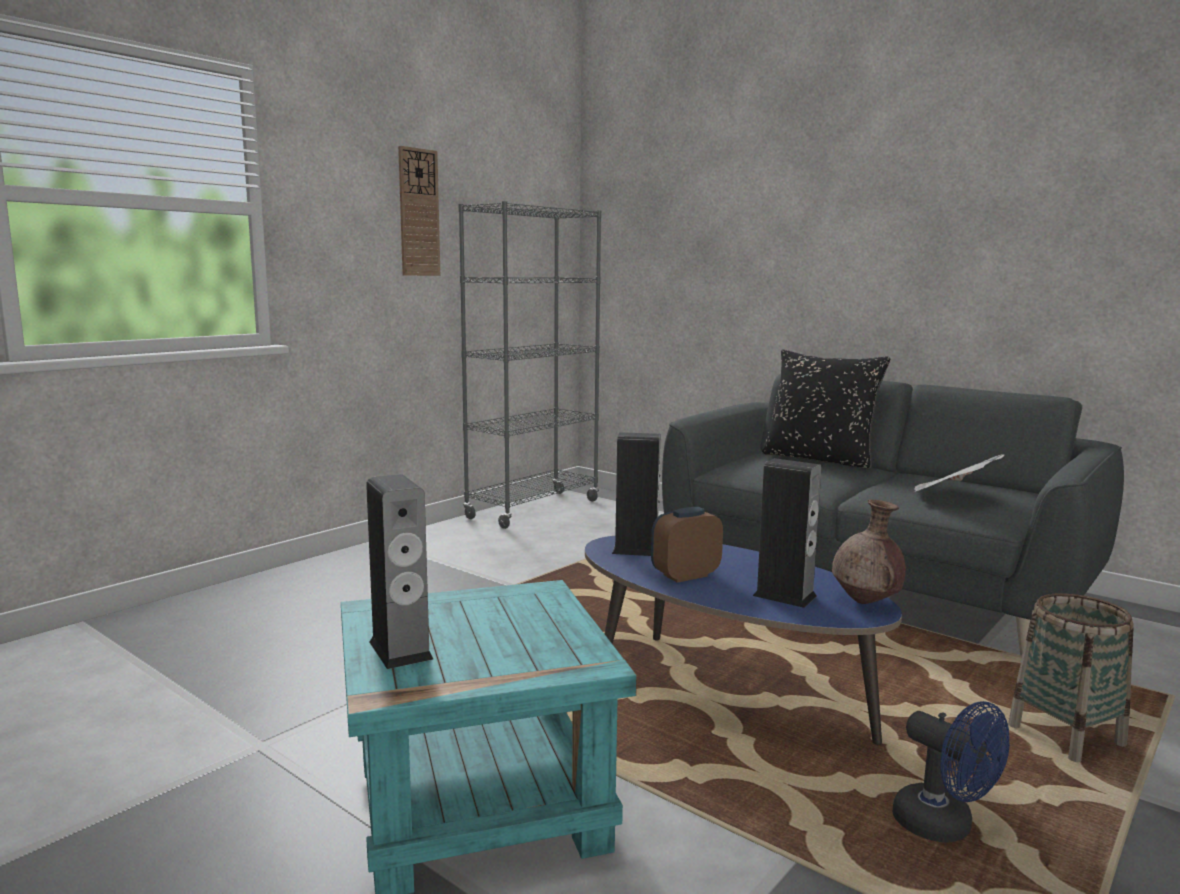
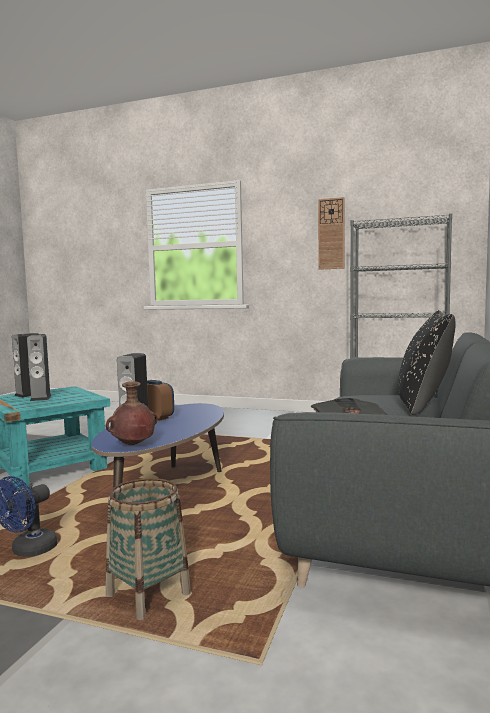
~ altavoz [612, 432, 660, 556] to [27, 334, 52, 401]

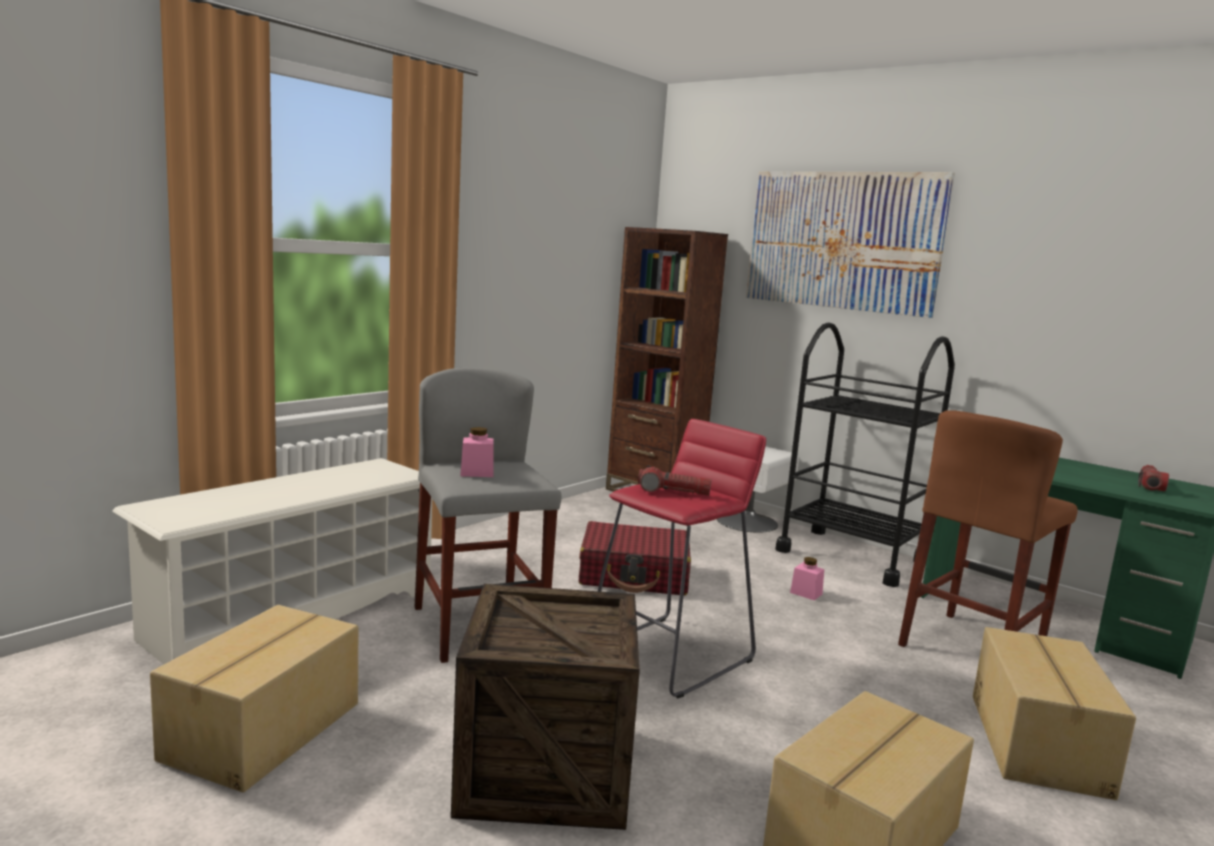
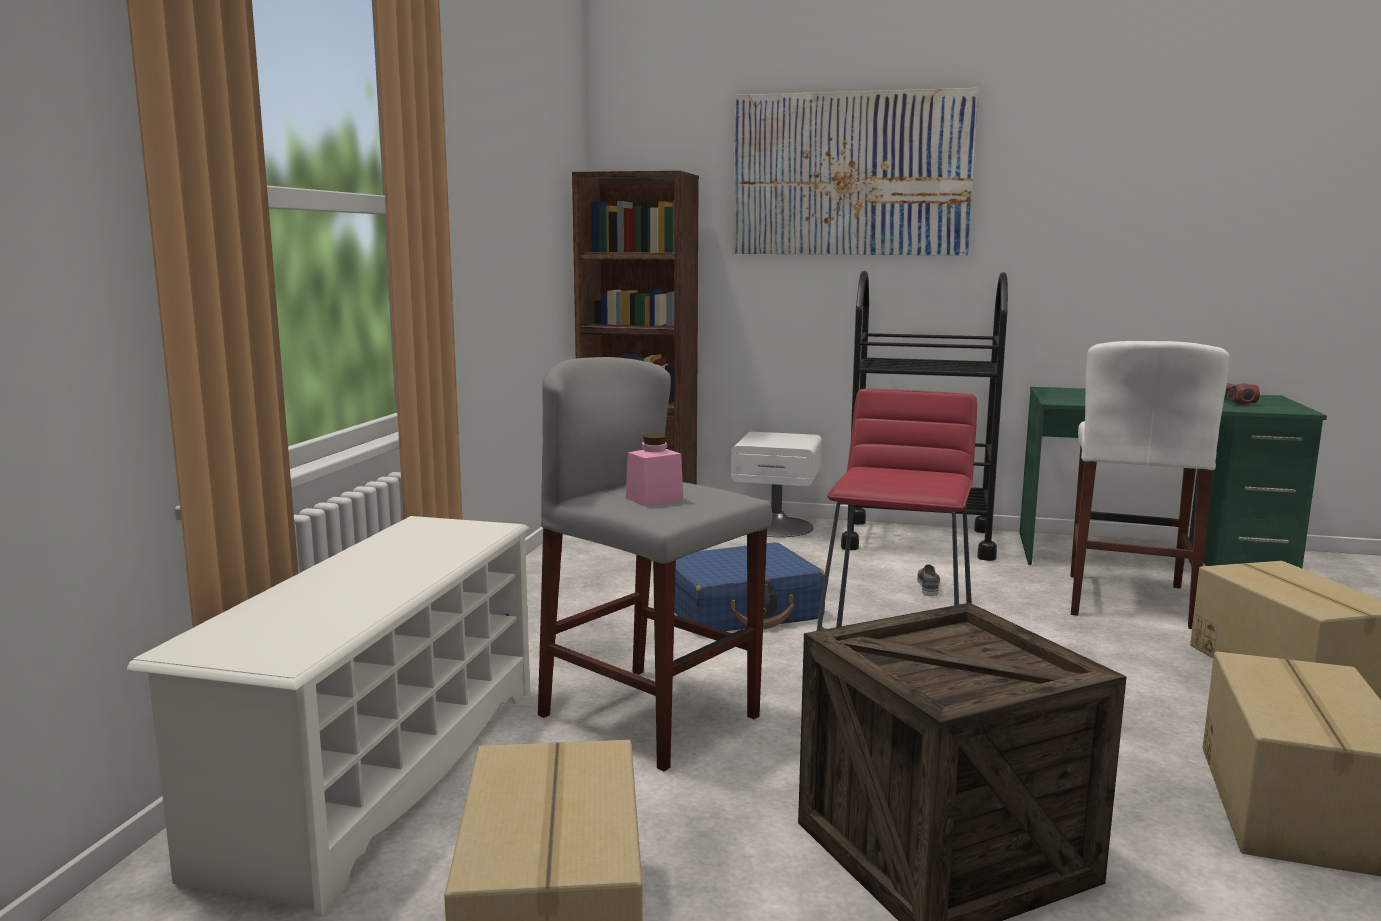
~ taburete (marrón) [898, 410, 1078, 647] to taburete (blanco) [1070, 341, 1230, 629]
- linterna [638, 465, 712, 496]
~ maleta (rojo) [579, 521, 691, 595] to maleta (azul) [674, 542, 825, 631]
~ tarro (rosa) [790, 557, 824, 600] to zapato (gris) [917, 564, 940, 596]

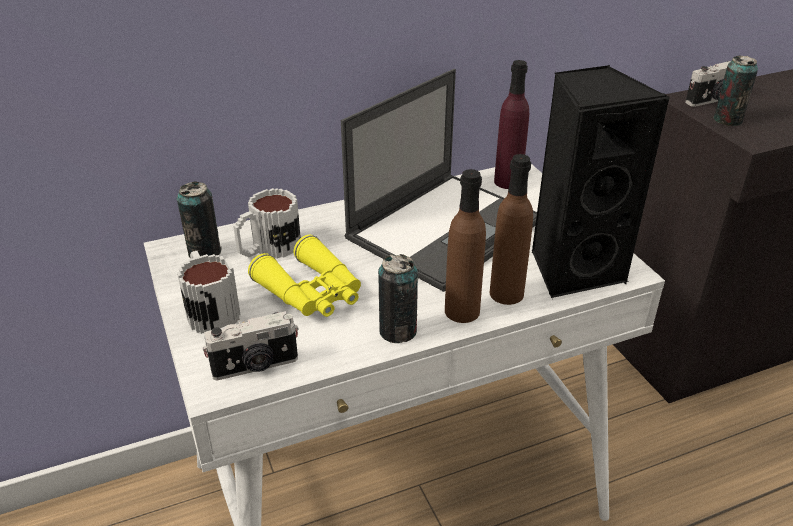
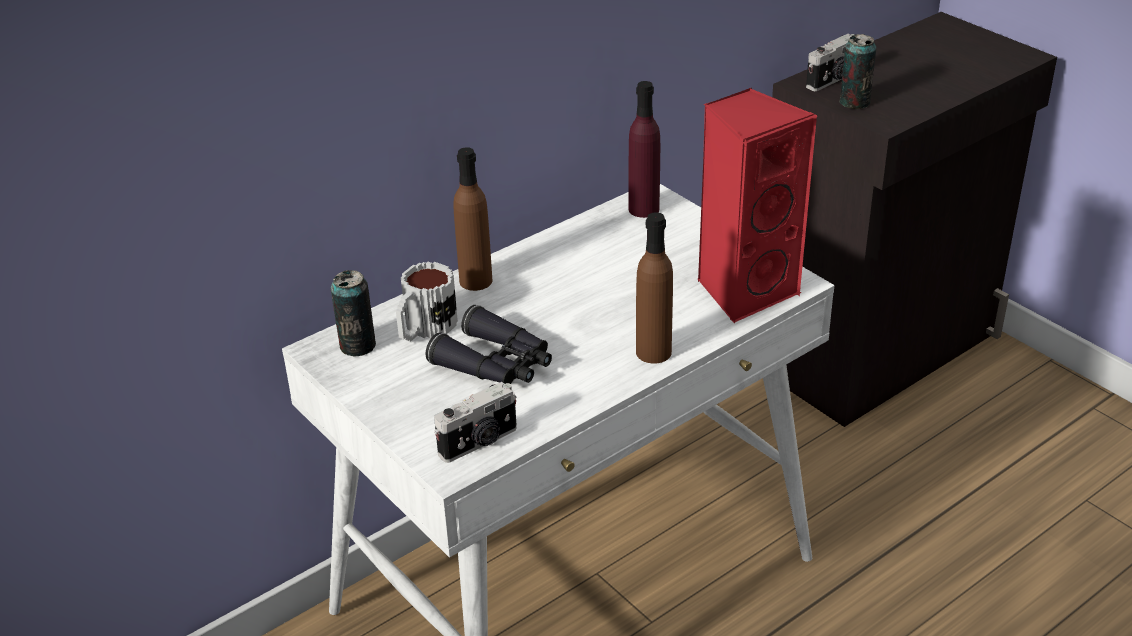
~ altavoz (negro) [532, 65, 670, 298] to altavoz (rojo) [698, 88, 817, 323]
- portátil [341, 69, 537, 292]
~ botella (marrón) [490, 154, 533, 305] to [453, 147, 492, 291]
~ prismáticos (amarillo) [248, 235, 361, 317] to prismáticos (negro) [426, 305, 552, 384]
- taza grande [177, 251, 241, 334]
- lata [378, 254, 418, 343]

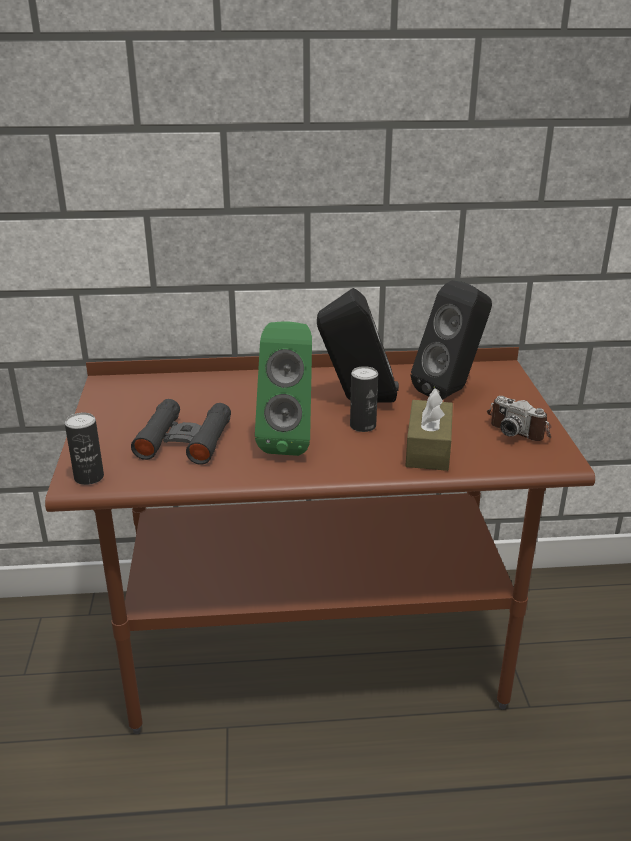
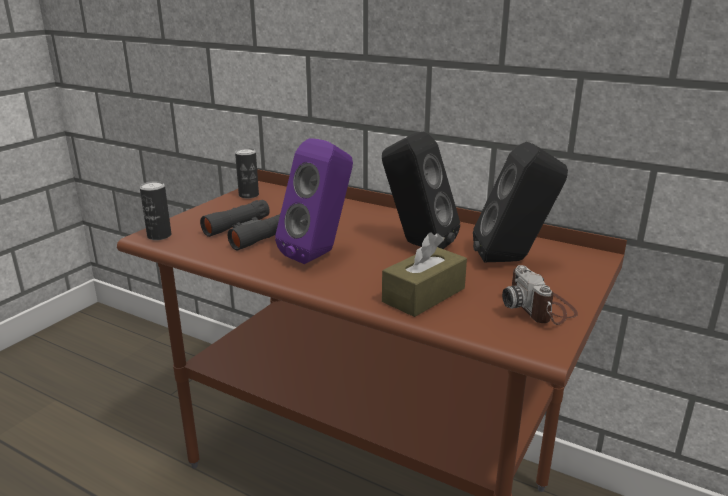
~ altavoz (verde) [255, 322, 312, 456] to altavoz (morado) [275, 138, 353, 264]
~ lata [350, 366, 378, 432] to [235, 148, 259, 198]

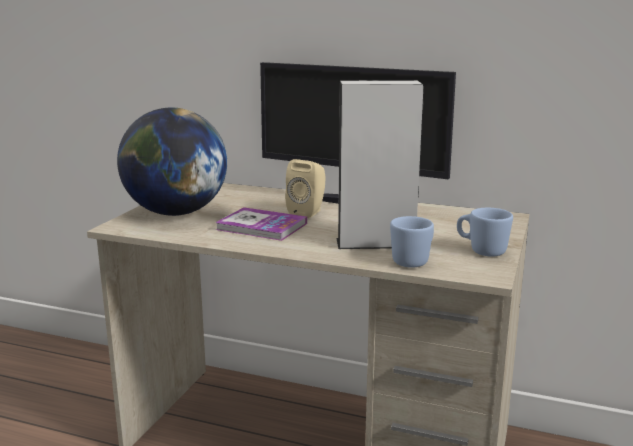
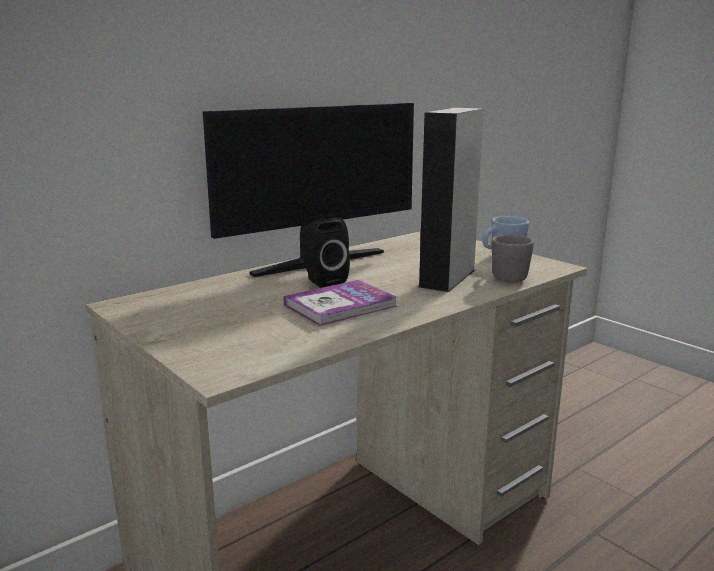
- globo terráqueo [117, 107, 227, 216]
~ altavoz (beis) [285, 159, 325, 218] to altavoz (negro) [302, 218, 350, 288]
~ taza grande (azul) [390, 216, 434, 268] to taza grande (gris) [492, 235, 534, 282]

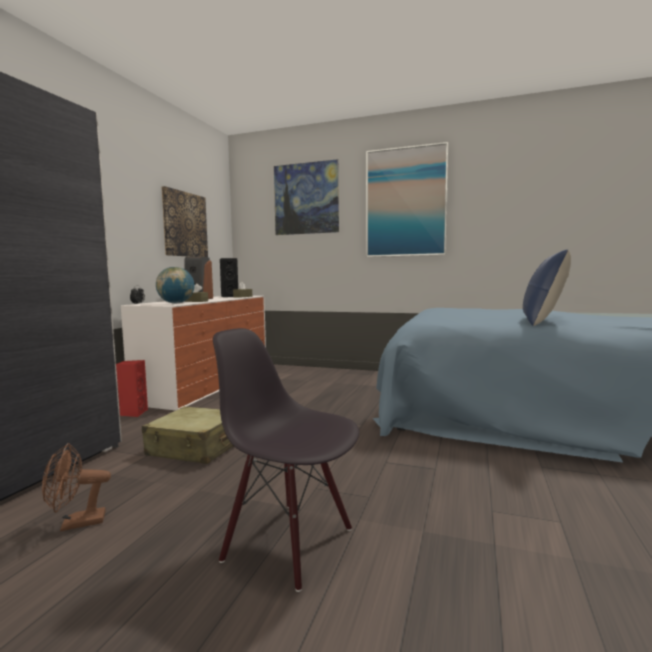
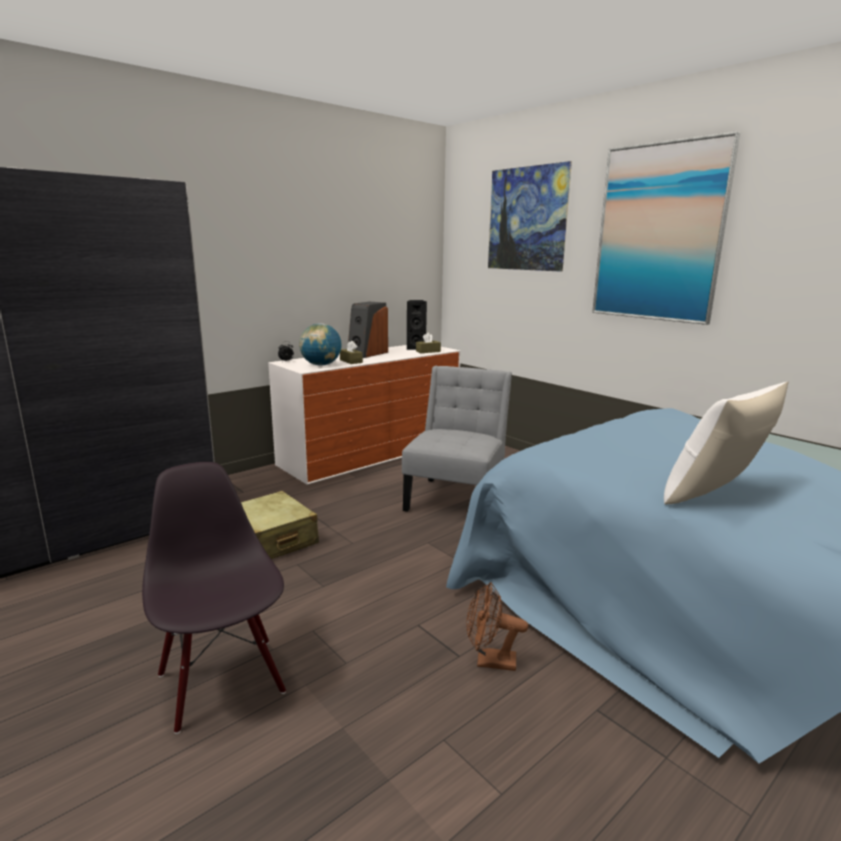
- cuadro [162, 186, 208, 257]
~ cojín (azul) [523, 249, 571, 326] to cojín (blanco) [664, 382, 788, 504]
- altavoz (rojo) [116, 360, 148, 417]
~ ventilador (marrón) [42, 443, 111, 531] to [466, 582, 528, 671]
+ silla (gris) [402, 366, 512, 512]

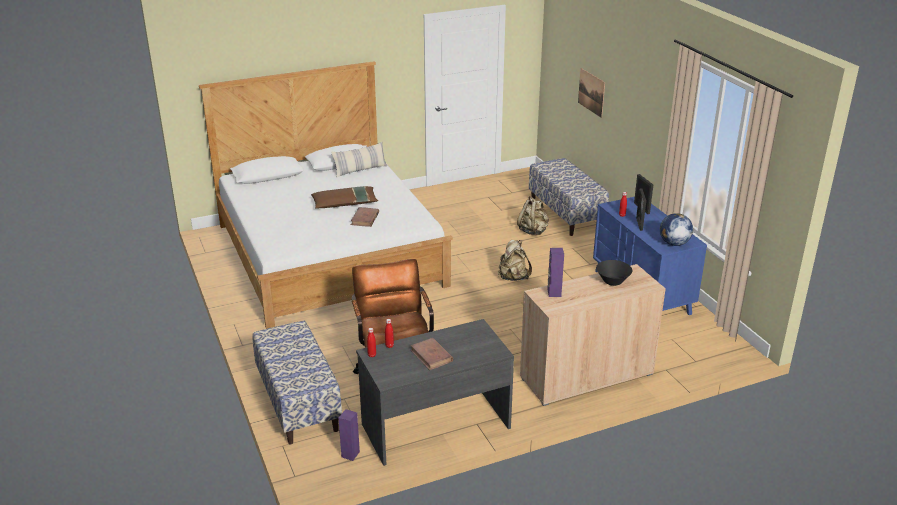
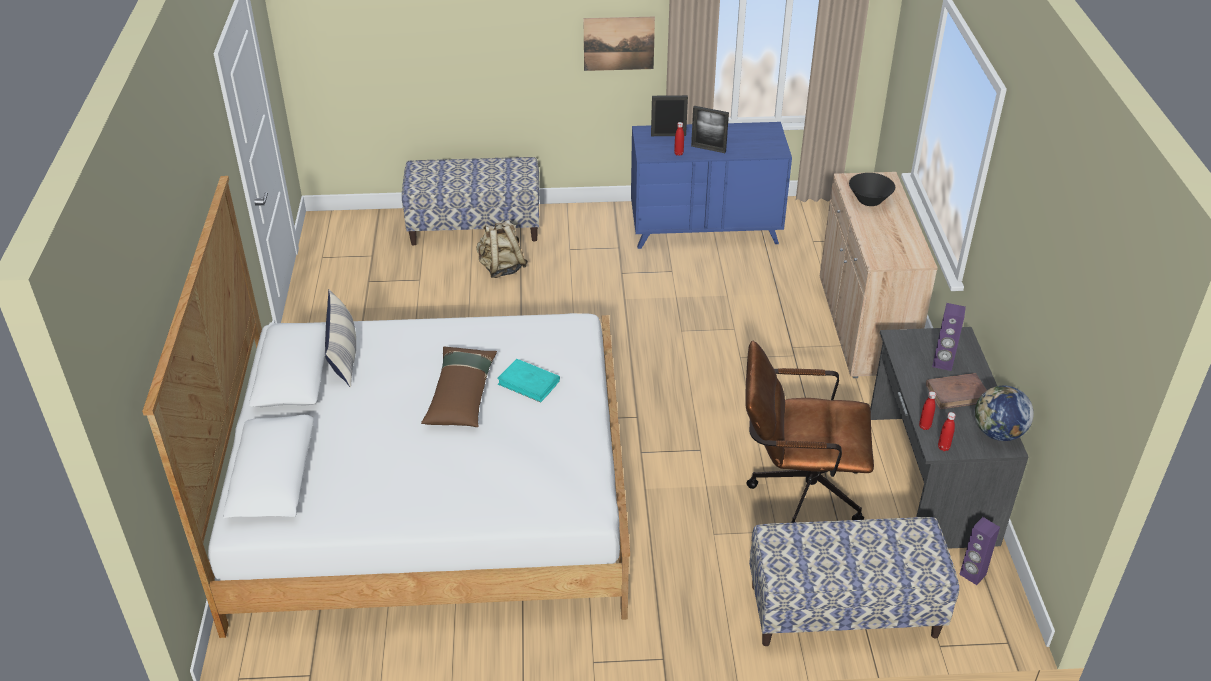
~ cuadro [578, 68, 605, 118] to [583, 17, 655, 71]
~ libro (marrón) [351, 207, 379, 227] to libro (turquesa) [497, 359, 560, 402]
~ globo terráqueo [660, 213, 693, 246] to [975, 385, 1034, 441]
- mochila (beis) [498, 240, 532, 281]
~ altavoz (morado) [547, 248, 564, 297] to [932, 303, 966, 371]

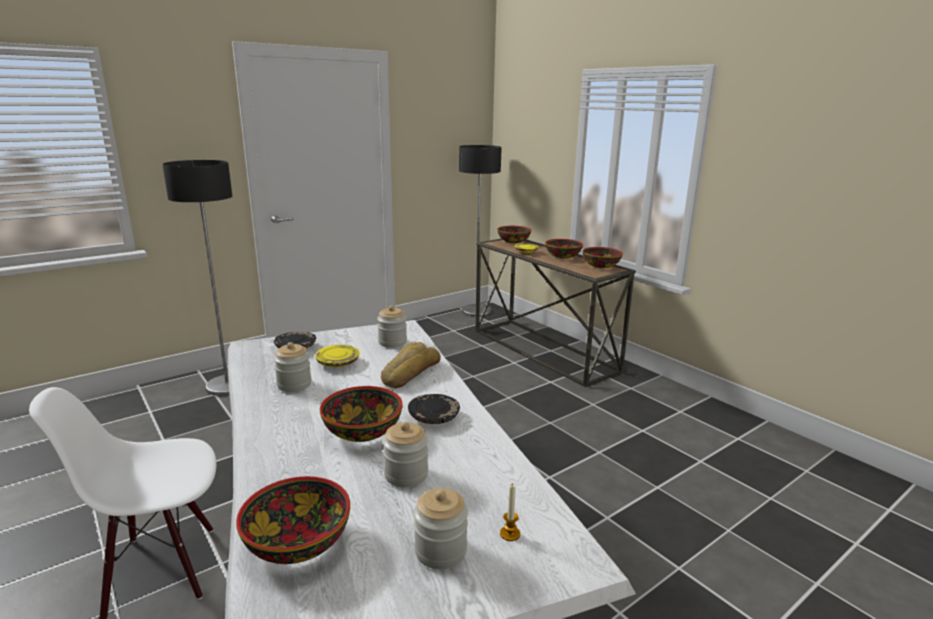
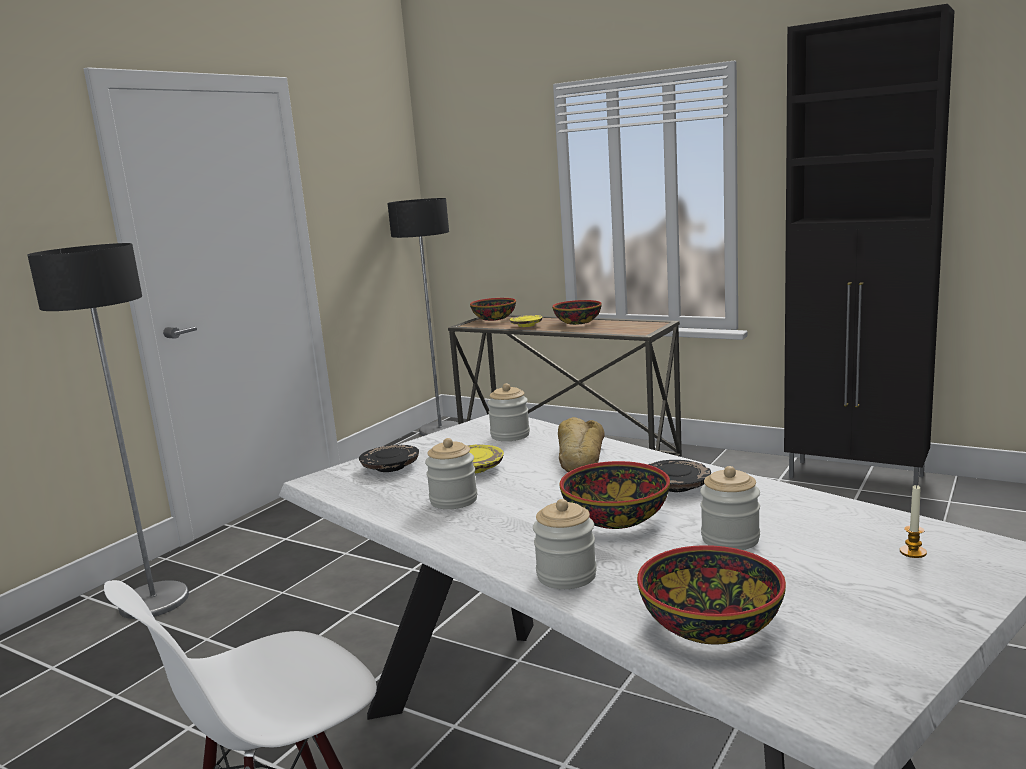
- cuenco [582, 247, 623, 268]
~ tarro [414, 488, 468, 569] to [533, 499, 597, 589]
+ armario (negro) [784, 4, 955, 486]

